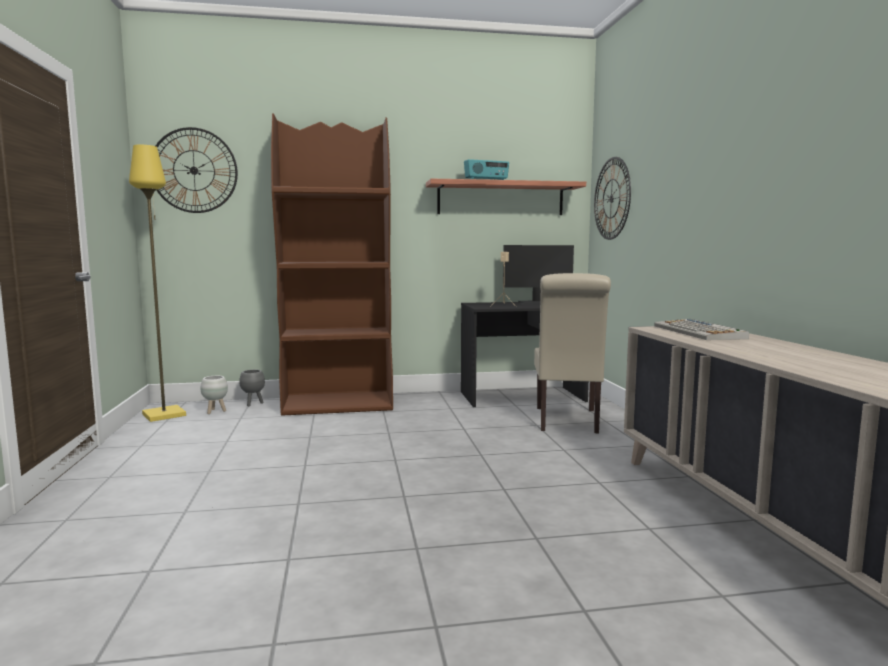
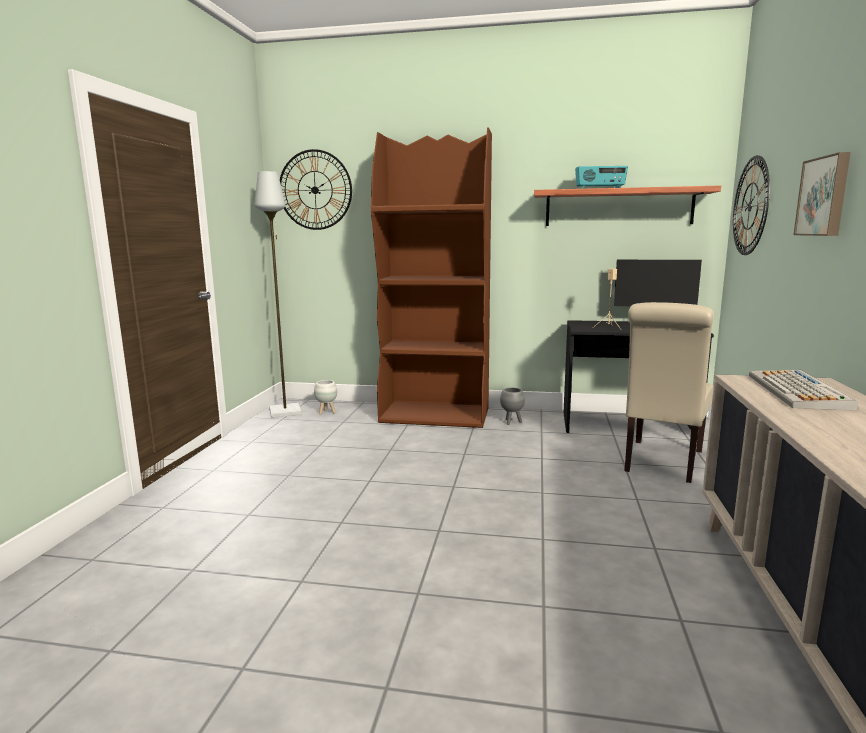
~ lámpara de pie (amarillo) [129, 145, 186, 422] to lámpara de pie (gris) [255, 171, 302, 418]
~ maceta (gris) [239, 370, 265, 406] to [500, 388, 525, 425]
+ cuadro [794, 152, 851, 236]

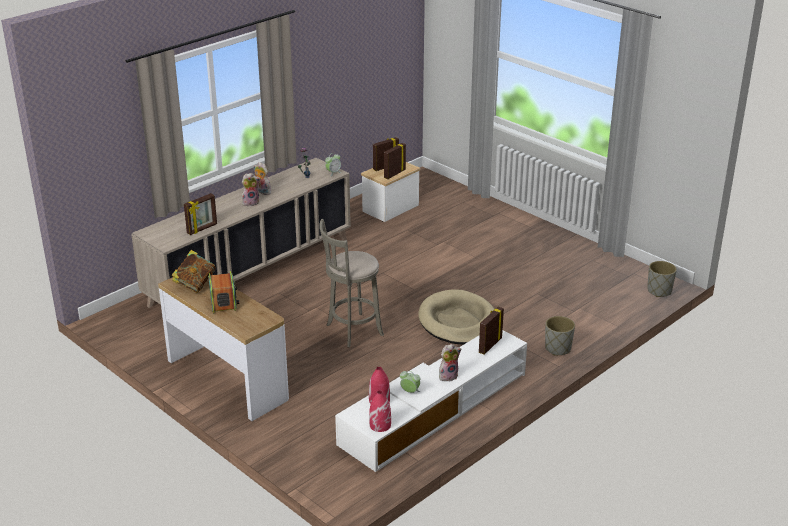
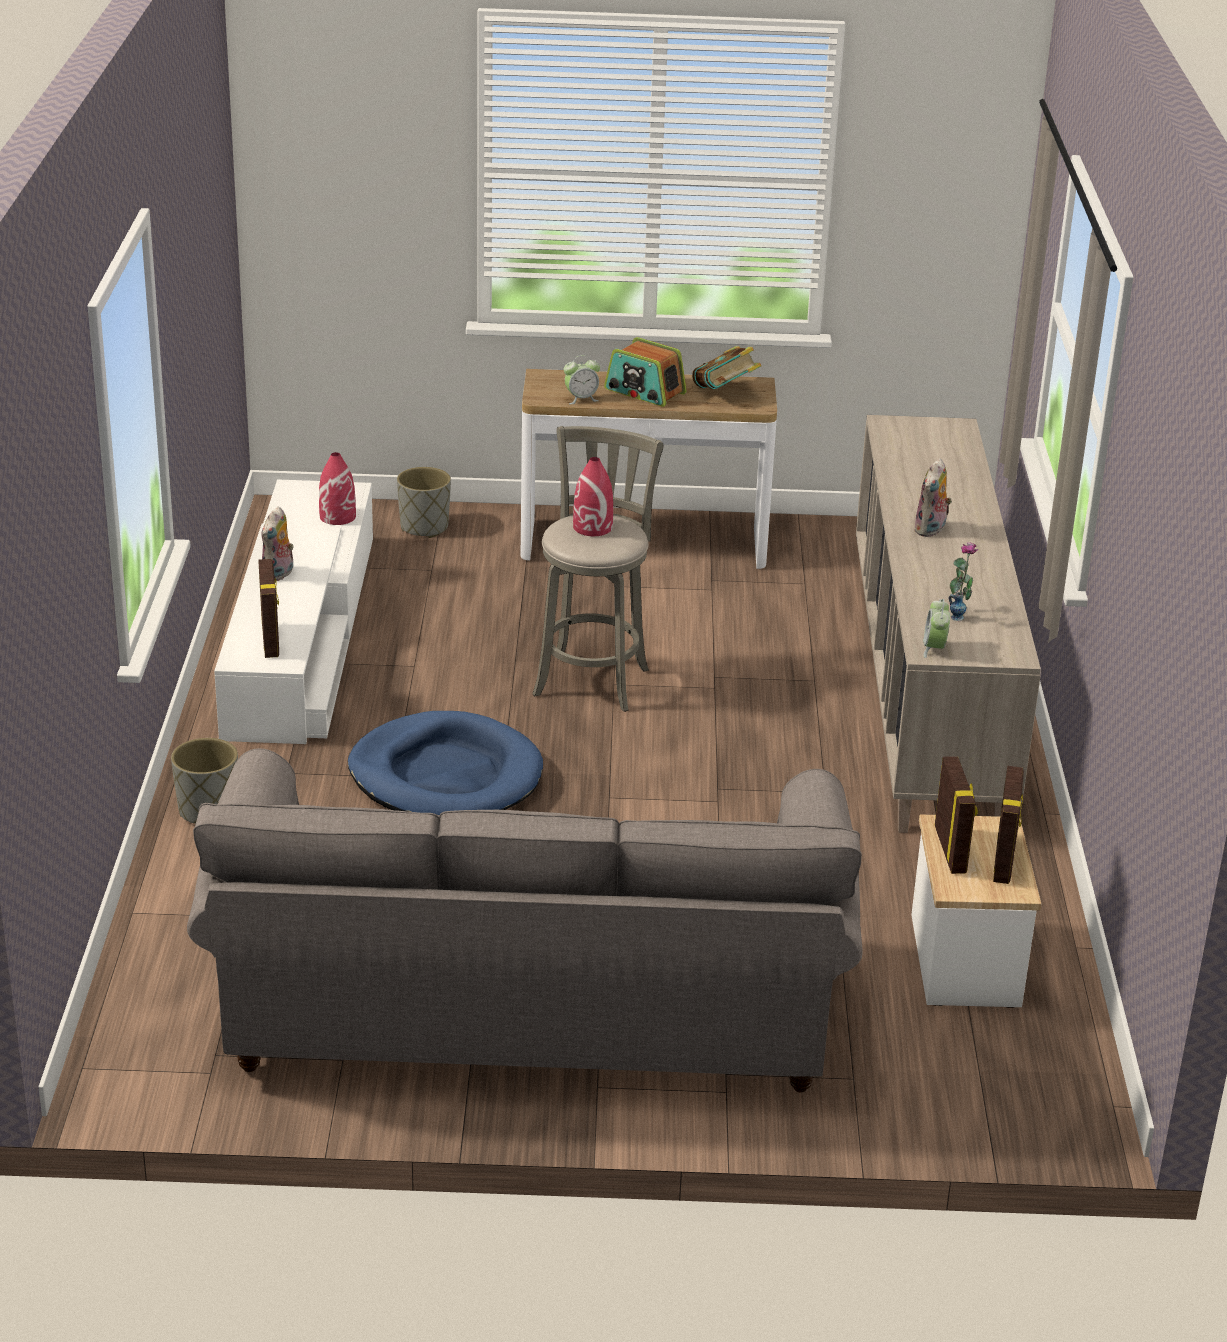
- peluche [254, 162, 271, 195]
- portarretratos [184, 193, 217, 235]
~ maceta (gris) [648, 261, 677, 297] to [397, 467, 451, 538]
~ cama para perro (beis) [419, 289, 494, 345] to cama para perro (azul) [348, 711, 543, 815]
~ despertador [400, 371, 420, 393] to [564, 355, 600, 404]
~ florero (rojo) [369, 391, 391, 432] to [573, 457, 613, 536]
+ sofá (gris) [187, 748, 863, 1093]

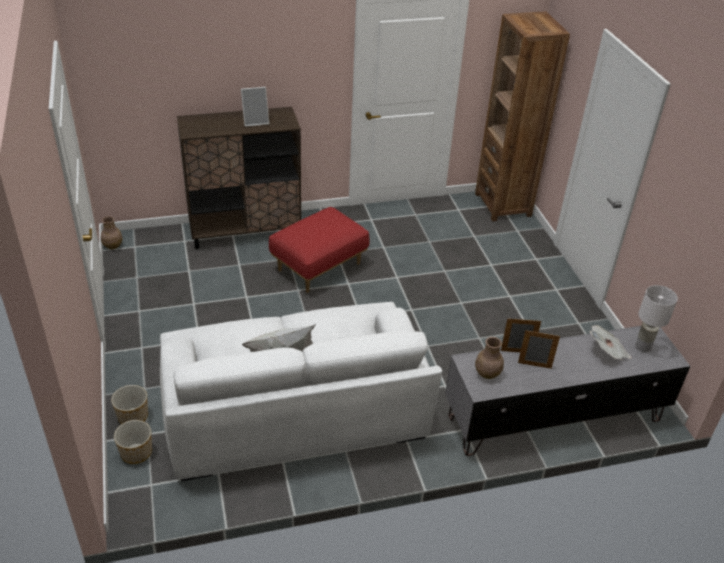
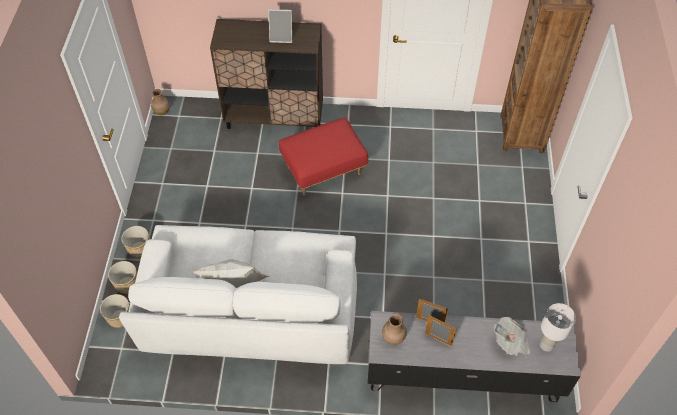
+ maceta [121, 226, 150, 258]

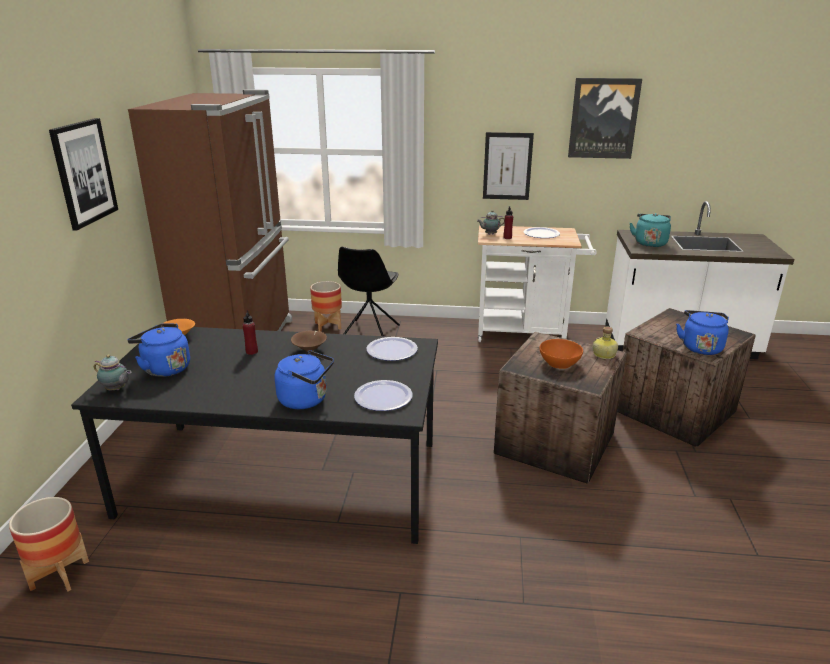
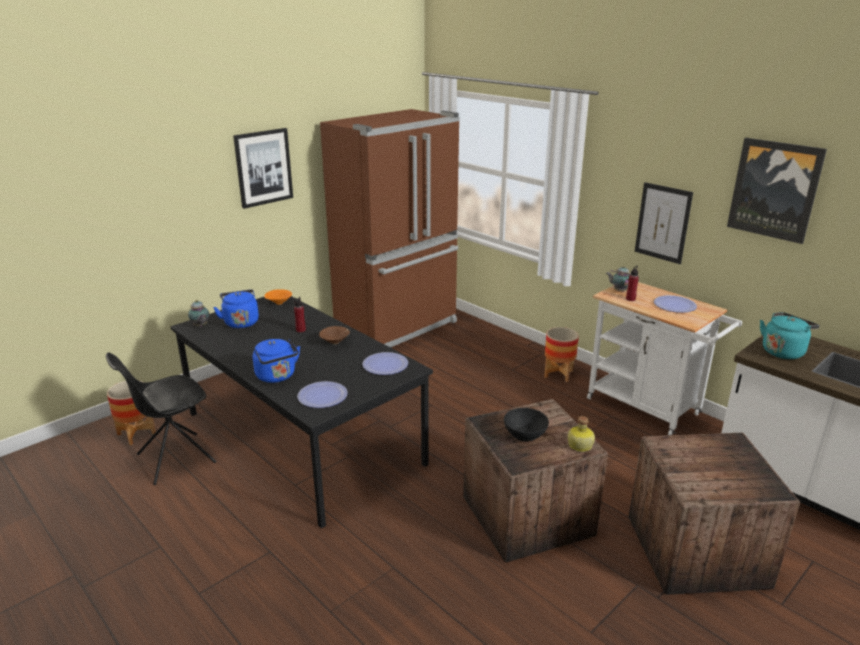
~ silla (negro) [338, 247, 400, 336] to [106, 352, 217, 485]
~ maceta [310, 281, 342, 332] to [544, 327, 579, 382]
- hervidor (azul) [676, 310, 729, 355]
~ cuenco (naranja) [540, 339, 583, 369] to cuenco (negro) [504, 408, 549, 442]

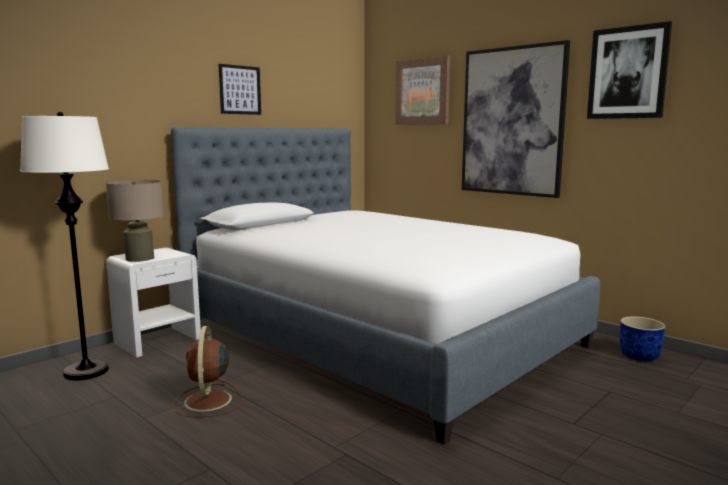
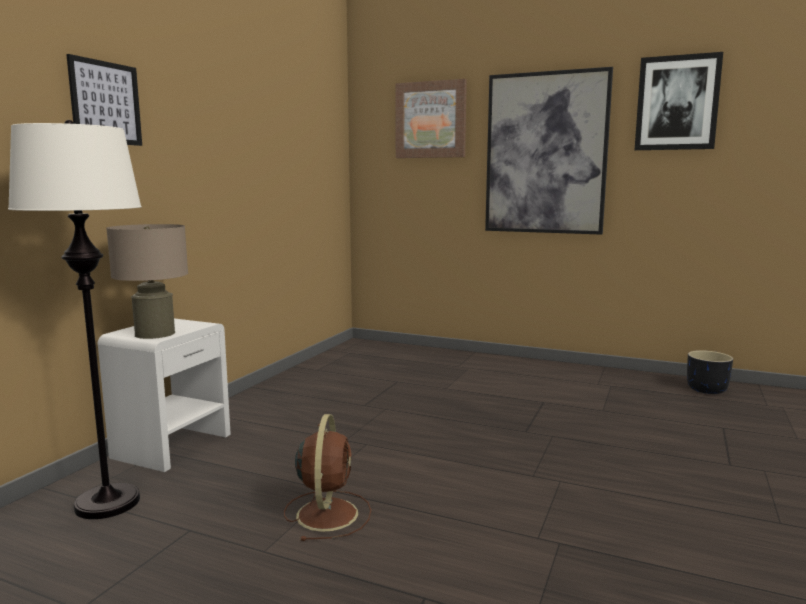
~ cuadro [218, 64, 261, 115] to [66, 54, 142, 146]
- cama [171, 127, 600, 444]
~ maceta (azul) [620, 316, 665, 361] to maceta (negro) [687, 350, 733, 394]
~ ventilador (marrón) [174, 326, 242, 418] = [284, 414, 371, 541] 150 degrees counterclockwise

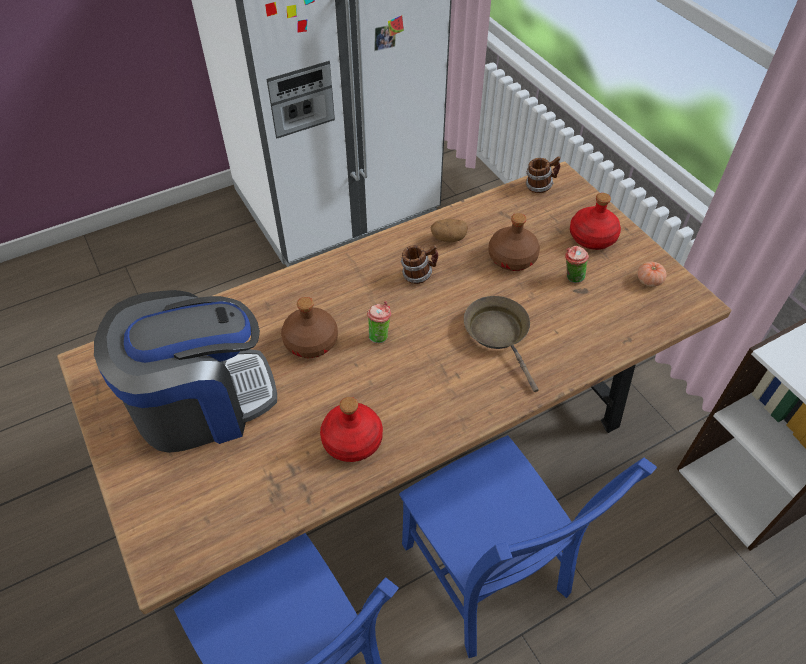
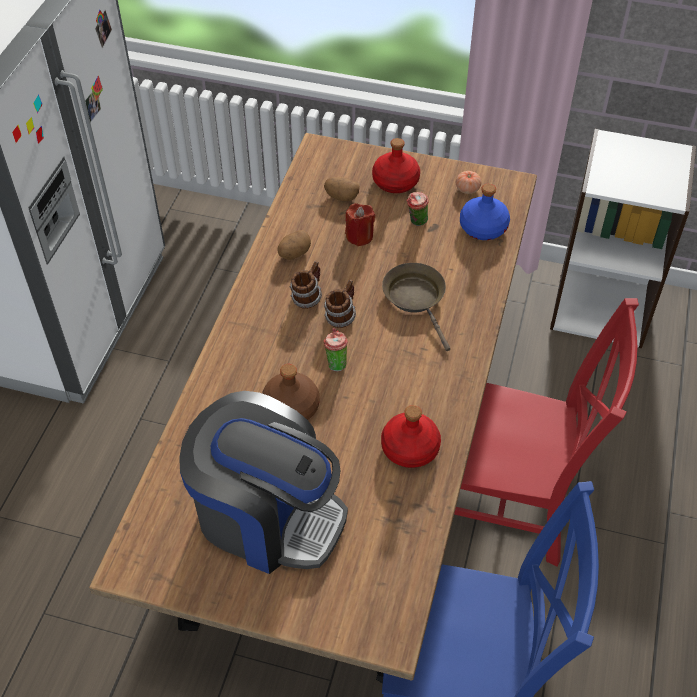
~ taza grande [526, 156, 561, 193] to [324, 279, 356, 328]
~ botella (marrón) [488, 213, 540, 271] to vela (rojo) [345, 203, 375, 246]
~ cafetera [94, 290, 277, 453] = [179, 391, 348, 574] 90 degrees clockwise
~ sartén (marrón) [464, 296, 539, 392] = [382, 263, 450, 351] 45 degrees clockwise
~ silla (azul) [399, 435, 657, 658] to silla (rojo) [454, 298, 639, 567]
+ patata [324, 177, 360, 201]
+ botella (azul) [460, 184, 510, 240]

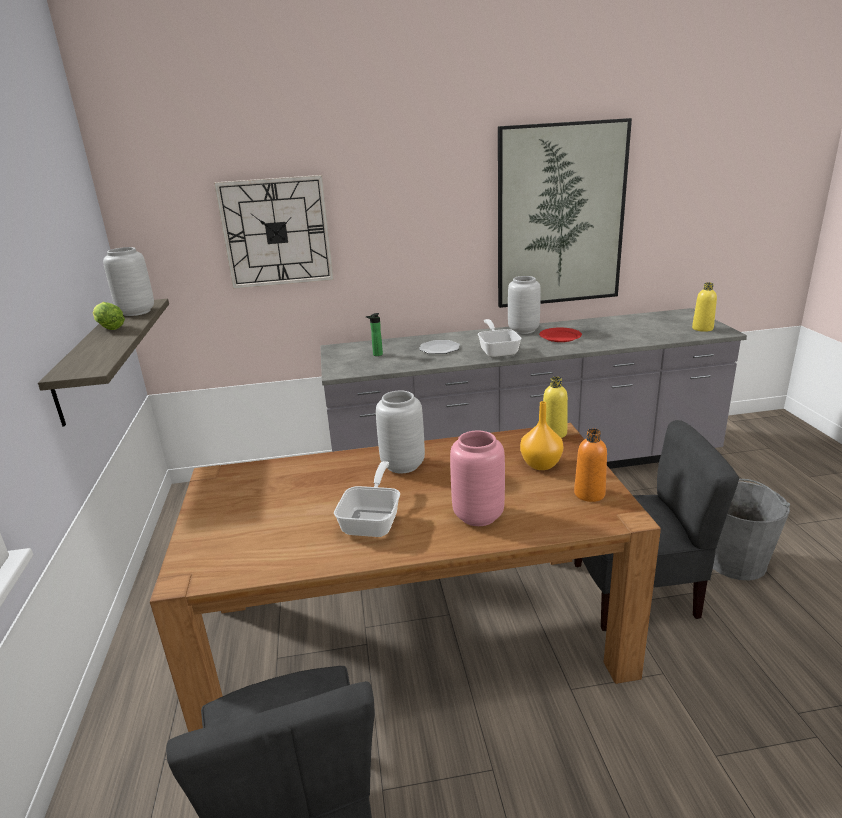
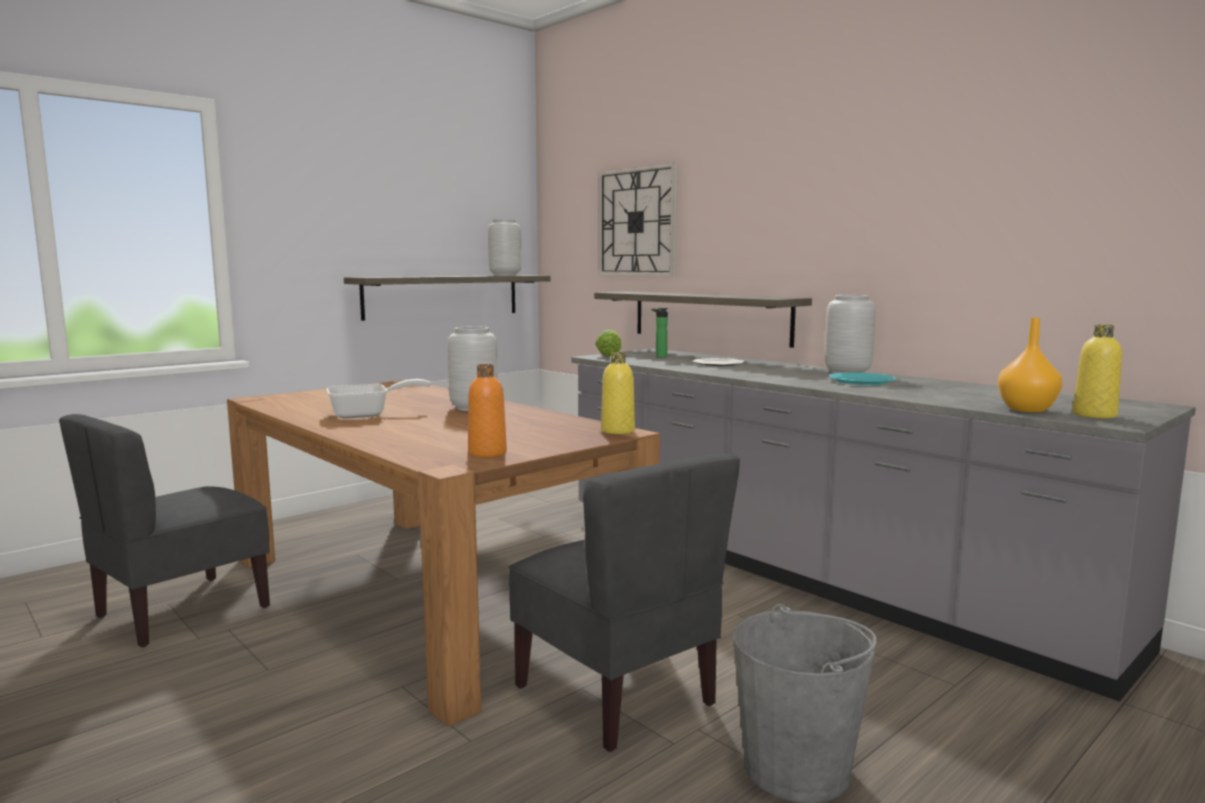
- cuadro [498, 118, 632, 308]
~ lechuga [93, 302, 125, 330] to [595, 329, 622, 356]
- sartén [478, 319, 522, 358]
~ plato (rojo) [539, 328, 582, 342] to plato (turquesa) [829, 372, 896, 385]
~ florero (naranja) [520, 401, 563, 470] to [998, 318, 1062, 412]
- florero (rosa) [450, 431, 505, 526]
+ estante [594, 291, 812, 348]

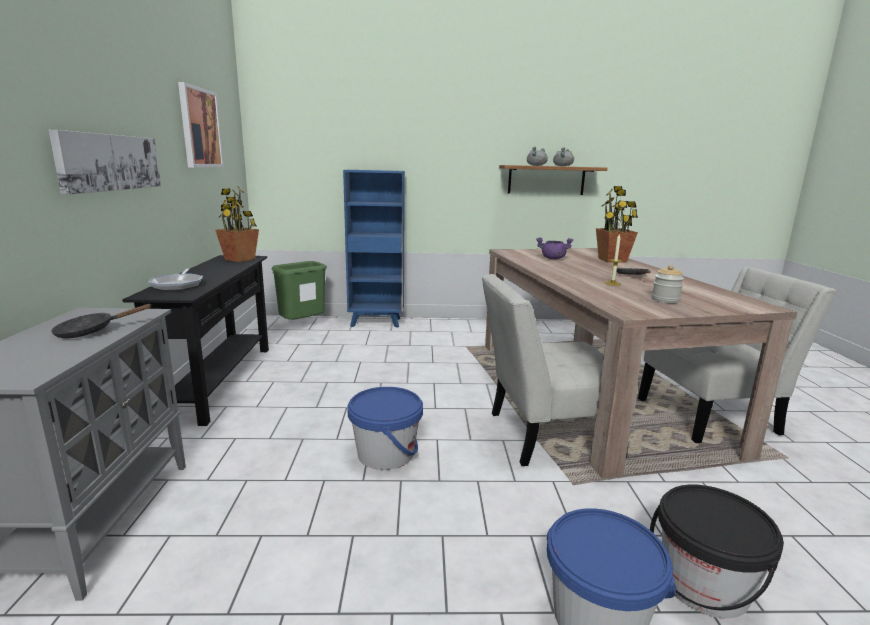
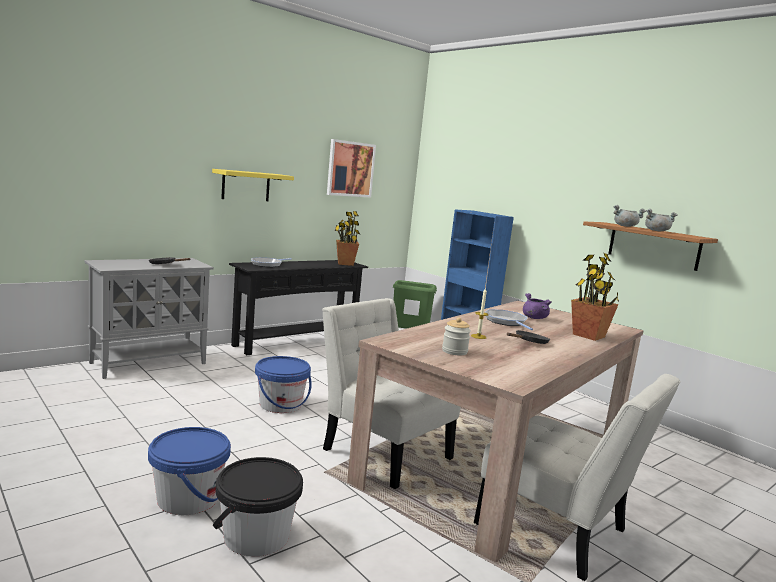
~ cuadro [49, 130, 161, 195] to estante (amarillo) [212, 169, 294, 201]
+ sartén [484, 310, 533, 330]

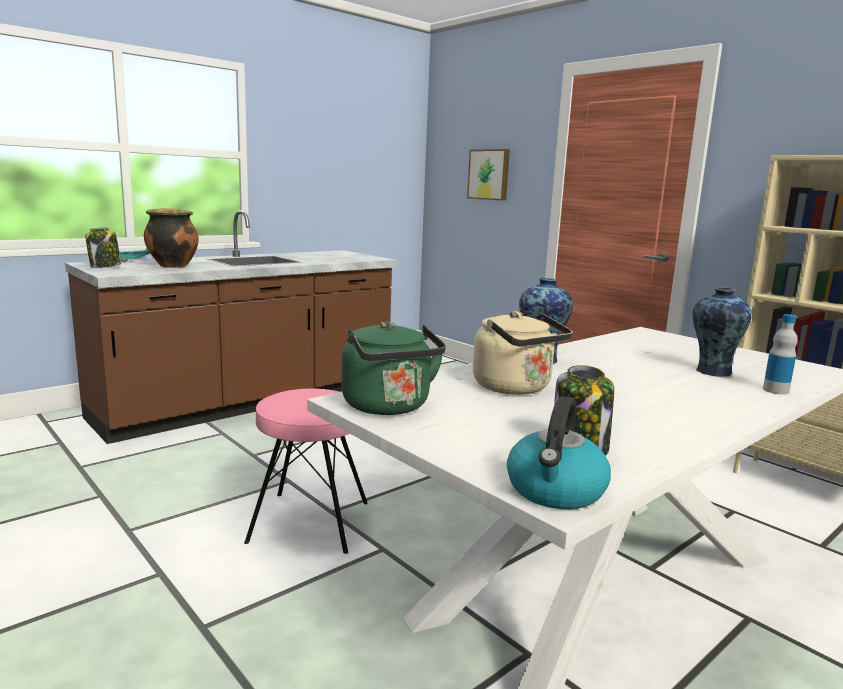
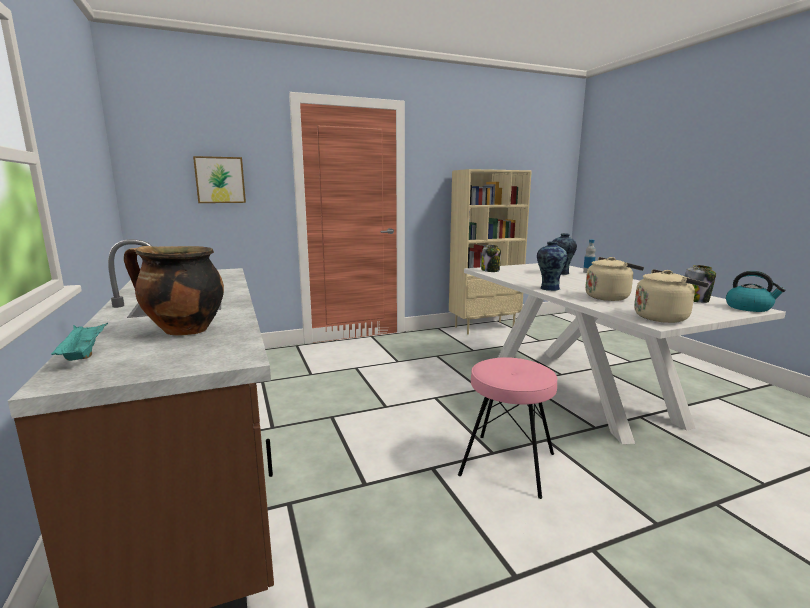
~ tarro [85, 227, 121, 268] to [481, 245, 501, 272]
~ hervidor (verde) [341, 321, 446, 415] to hervidor (beis) [634, 269, 709, 323]

